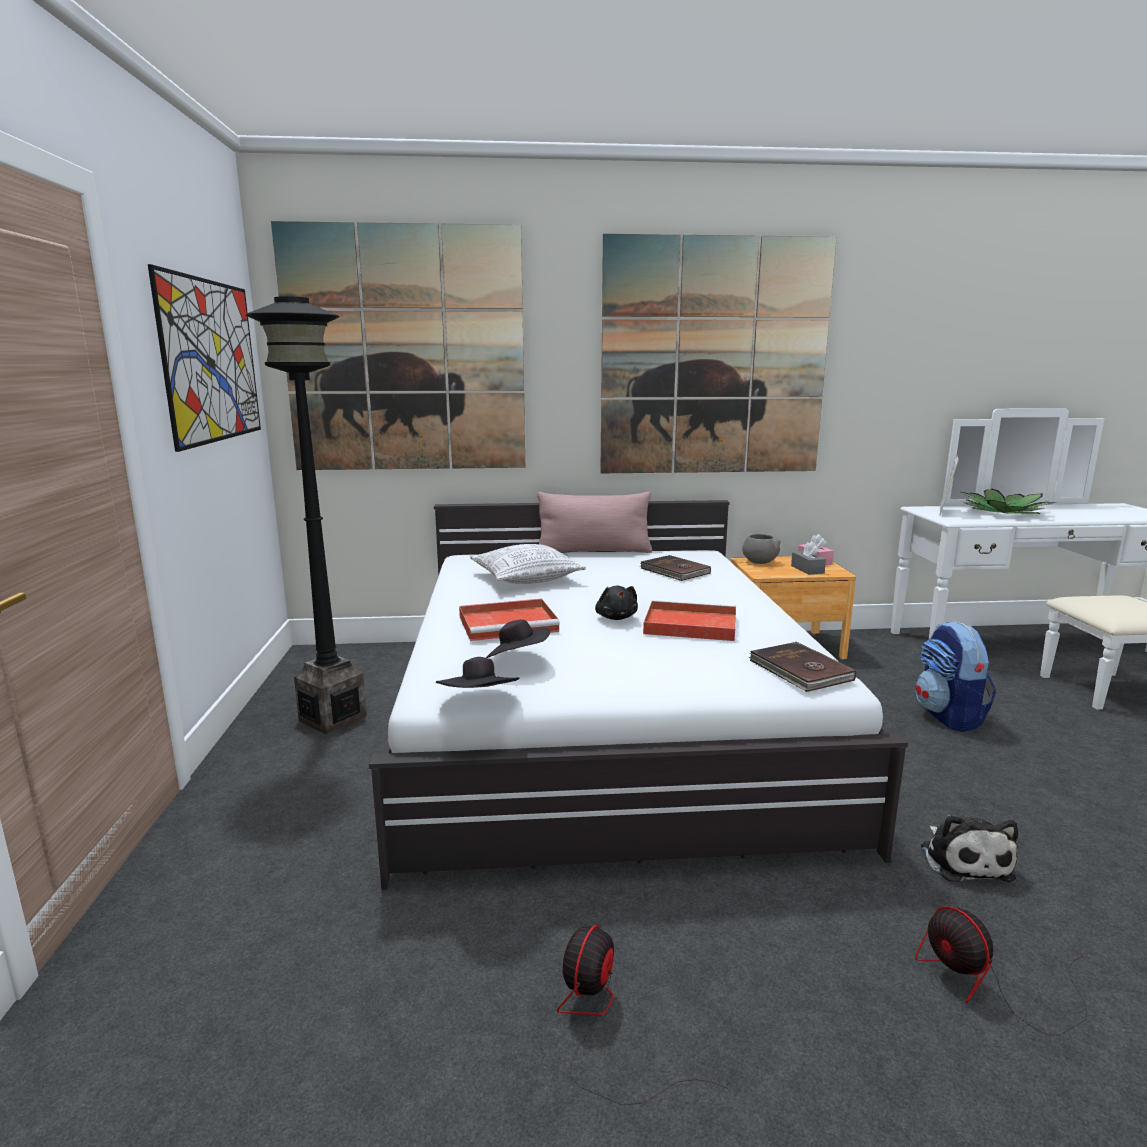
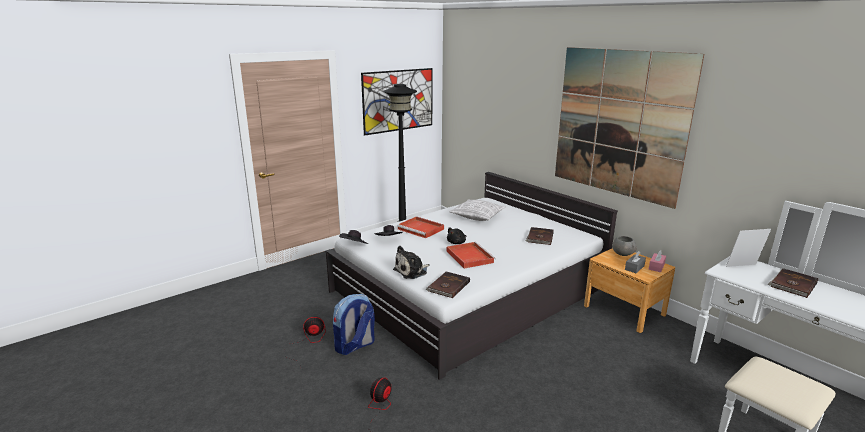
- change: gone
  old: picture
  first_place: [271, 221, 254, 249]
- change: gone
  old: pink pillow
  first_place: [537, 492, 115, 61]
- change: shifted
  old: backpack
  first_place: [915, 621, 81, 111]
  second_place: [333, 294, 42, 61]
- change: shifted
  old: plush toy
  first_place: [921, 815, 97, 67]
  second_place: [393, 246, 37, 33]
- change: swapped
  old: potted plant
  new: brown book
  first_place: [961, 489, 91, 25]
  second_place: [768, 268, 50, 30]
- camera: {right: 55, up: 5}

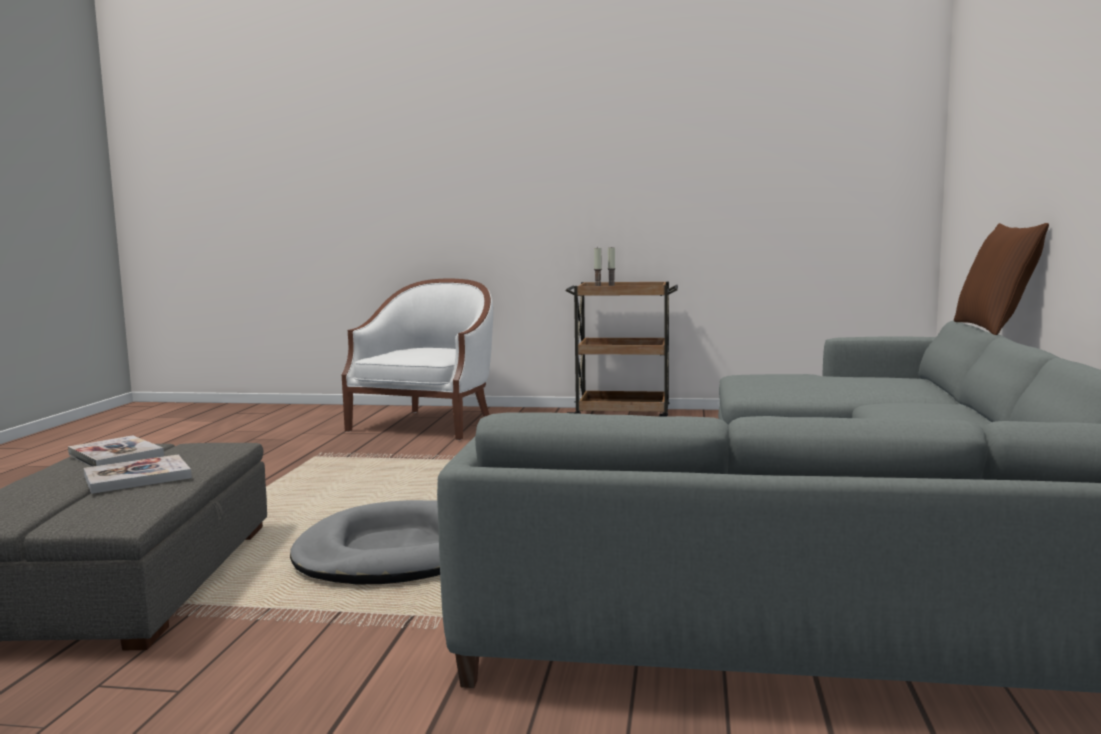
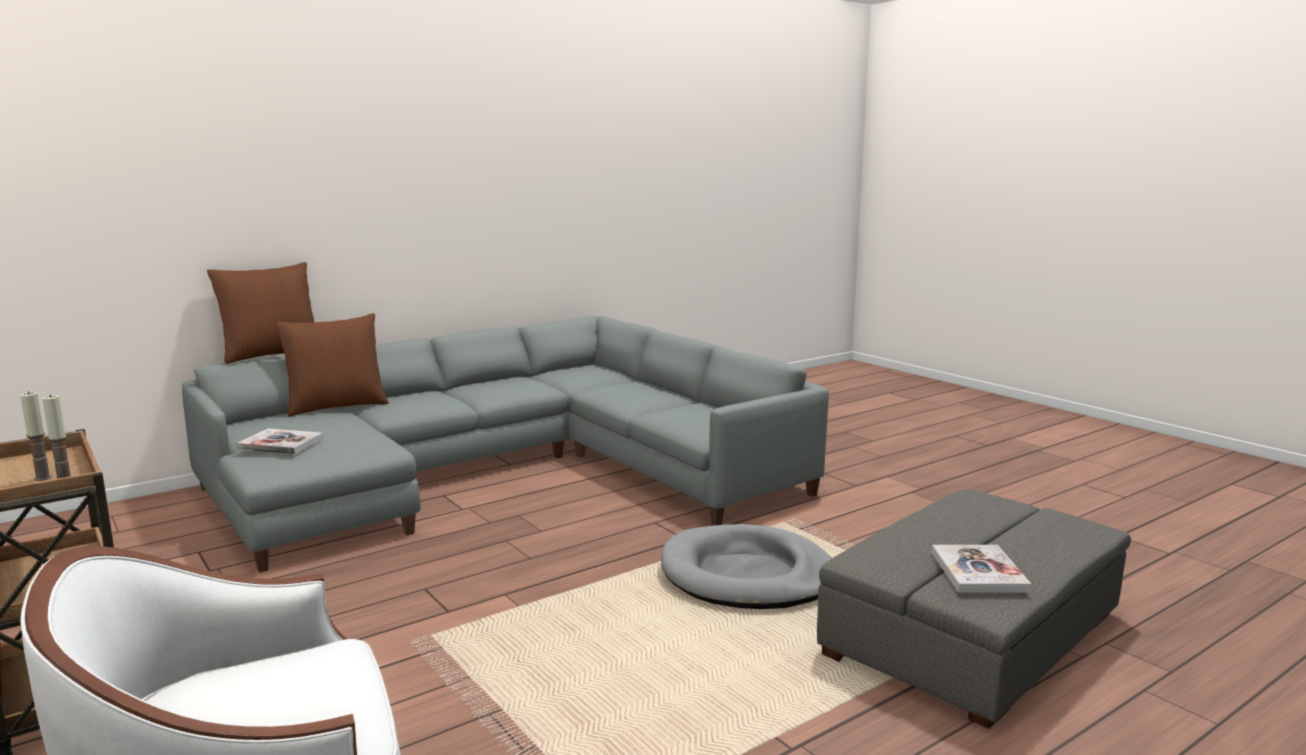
- change: shifted
  old: book
  first_place: [84, 455, 108, 39]
  second_place: [236, 429, 88, 26]
- change: new
  new: brown pillow
  second_place: [275, 313, 114, 103]
- camera: {right: -135, up: 5}

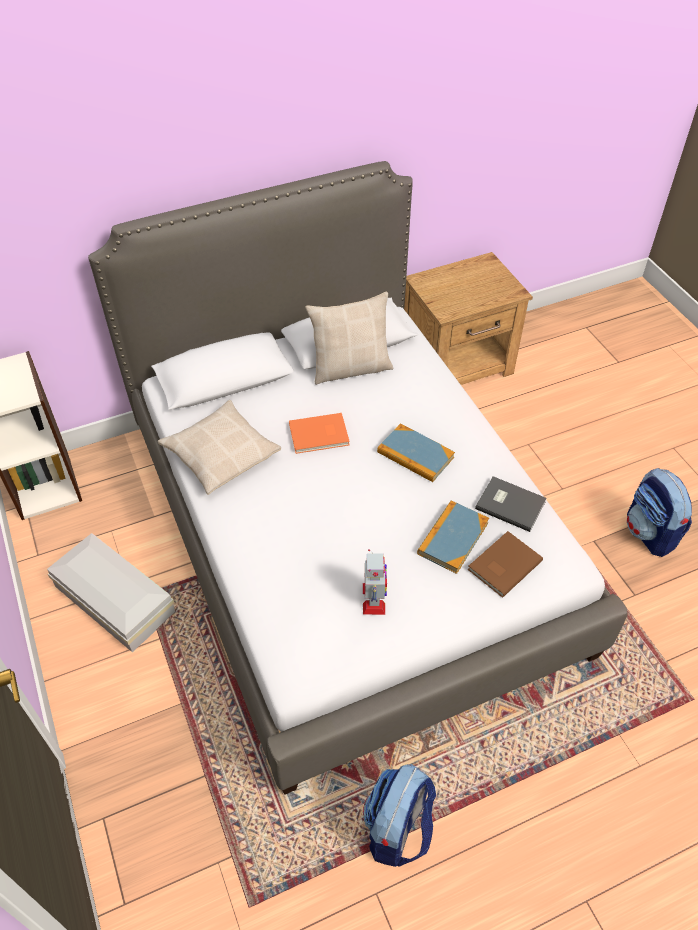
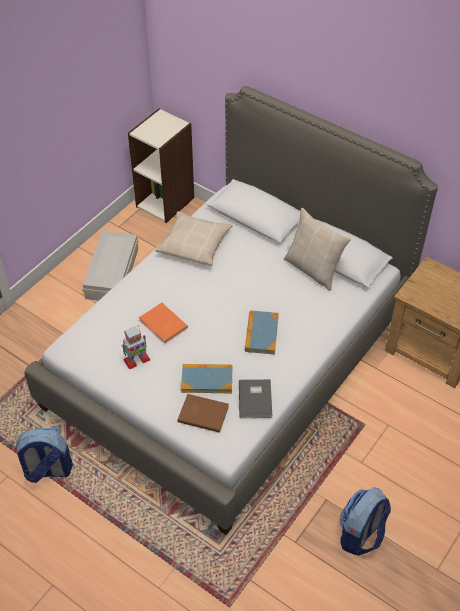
- change: shifted
  old: orange book
  first_place: [289, 413, 61, 41]
  second_place: [139, 303, 49, 41]
- camera: {right: 60, up: 0}

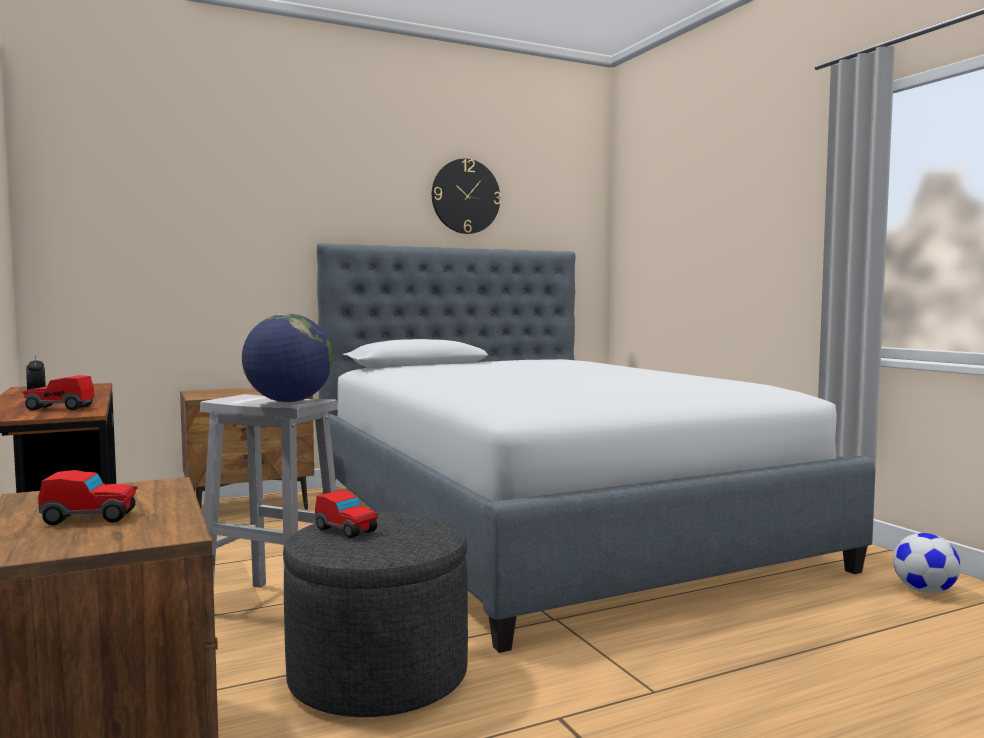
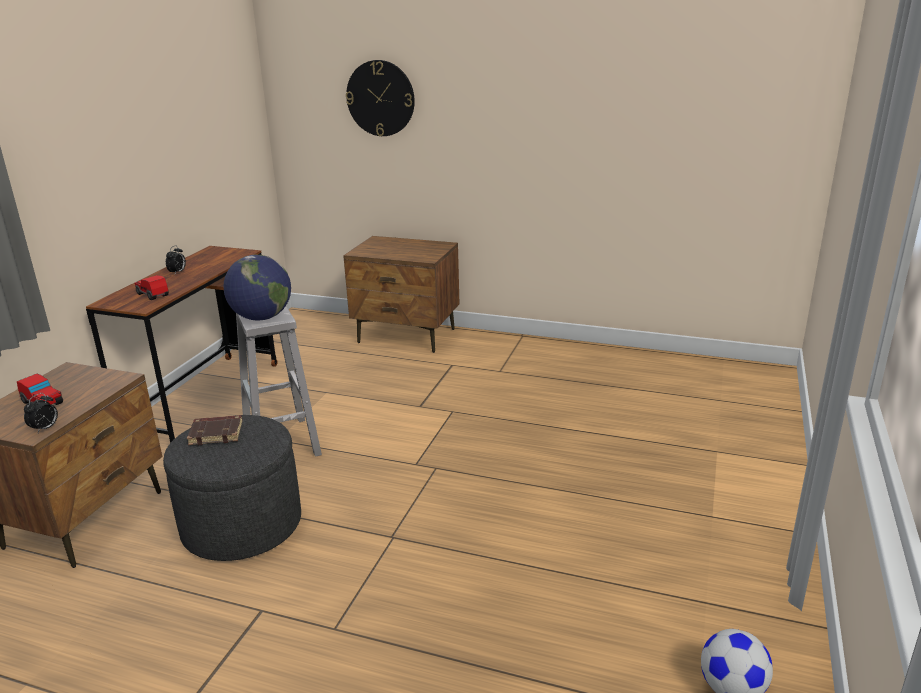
- change: swapped
  old: toy car
  new: brown book
  first_place: [315, 490, 63, 48]
  second_place: [187, 415, 55, 30]
- change: gone
  old: bed
  first_place: [317, 243, 558, 410]
- change: shifted
  old: wall clock
  first_place: [432, 159, 69, 75]
  second_place: [346, 60, 69, 76]
- change: new
  new: alarm clock
  second_place: [24, 393, 34, 40]
- camera: {right: 45, up: 20}

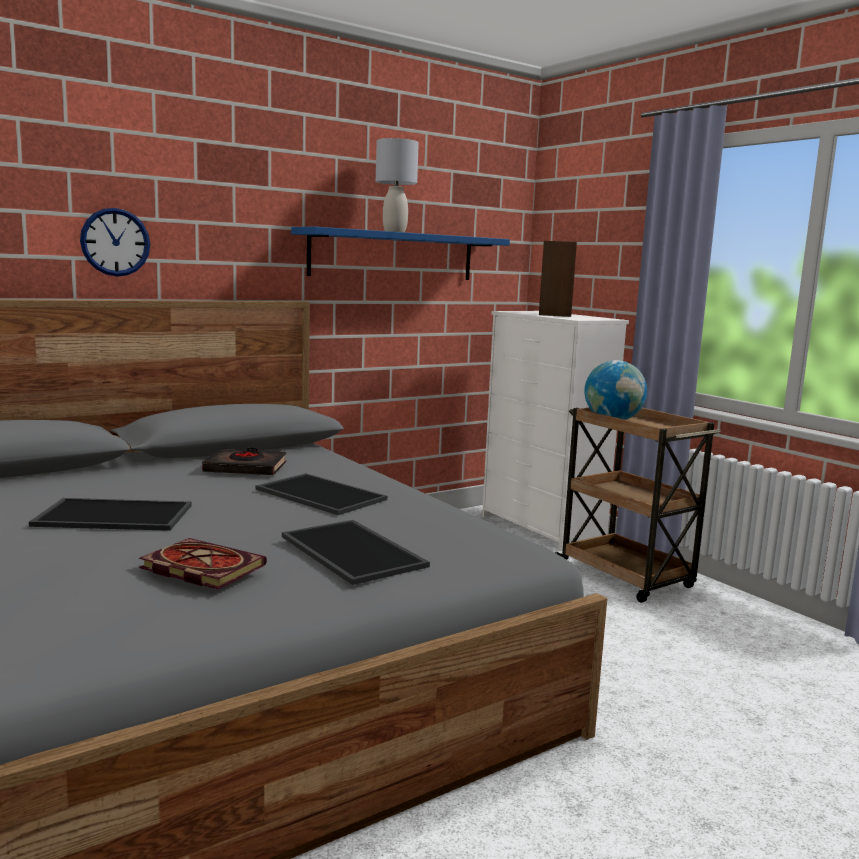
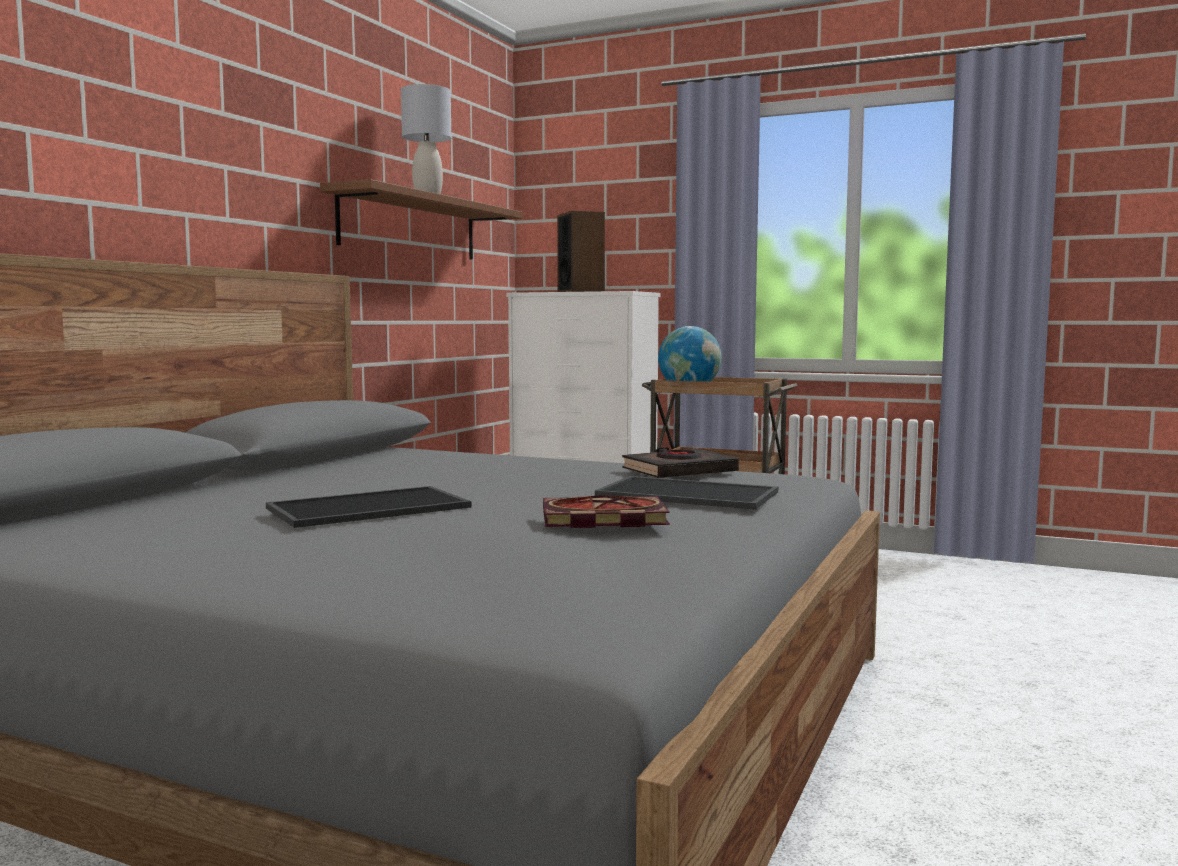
- change: gone
  old: wall clock
  first_place: [80, 208, 70, 69]
- change: shifted
  old: black book
  first_place: [202, 448, 84, 27]
  second_place: [622, 447, 117, 31]
- change: gone
  old: tray
  first_place: [256, 473, 131, 42]
- change: repainted
  old: blue shelf
  new: brown shelf
  first_place: [291, 226, 219, 54]
  second_place: [320, 179, 203, 81]
- camera: {right: -30, up: -5}

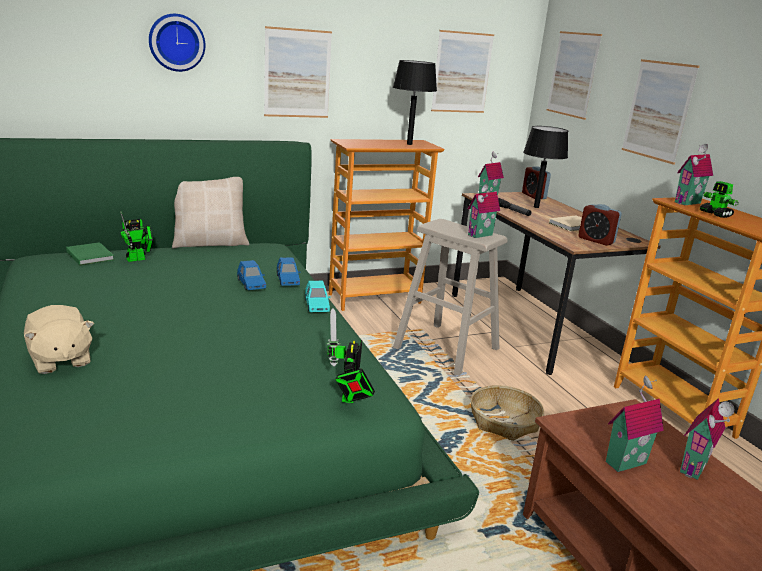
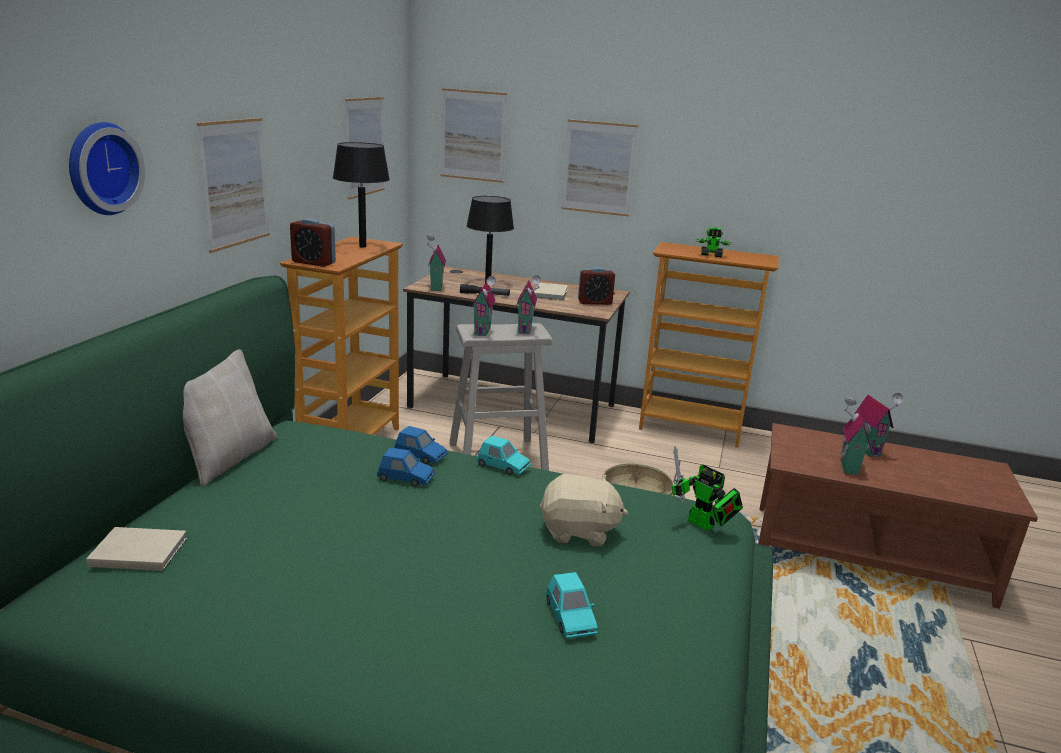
- change: shifted
  old: beige plush toy
  first_place: [24, 305, 70, 69]
  second_place: [540, 474, 88, 72]
- change: repainted
  old: green book
  new: beige book
  first_place: [66, 242, 48, 24]
  second_place: [86, 527, 101, 44]
- change: gone
  old: toy robot
  first_place: [120, 211, 33, 51]
- change: shifted
  old: alarm clock
  first_place: [522, 166, 29, 33]
  second_place: [290, 218, 46, 49]
- change: shifted
  old: toy house
  first_place: [675, 144, 38, 61]
  second_place: [471, 276, 25, 60]
- change: new
  new: turquoise toy car
  second_place: [546, 572, 52, 67]
- camera: {right: -50, up: 0}

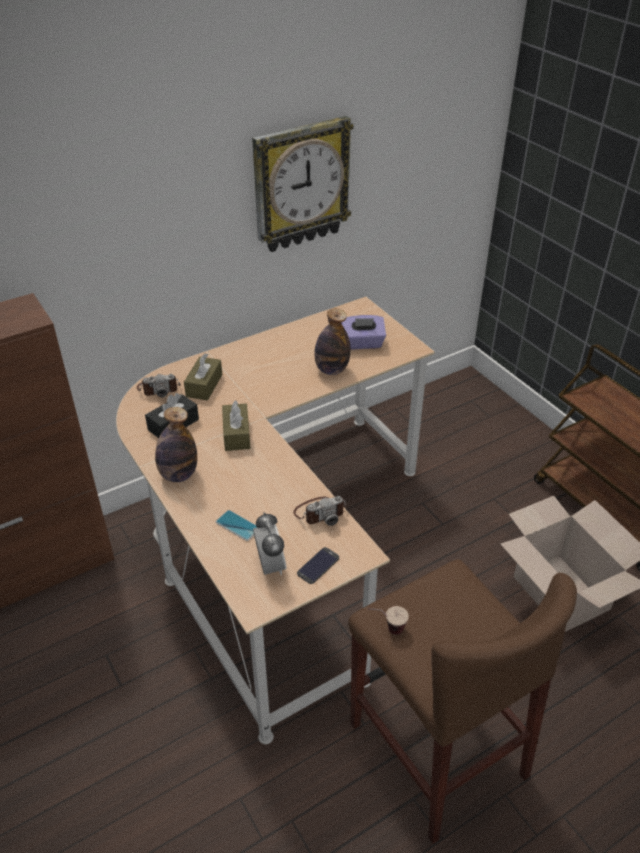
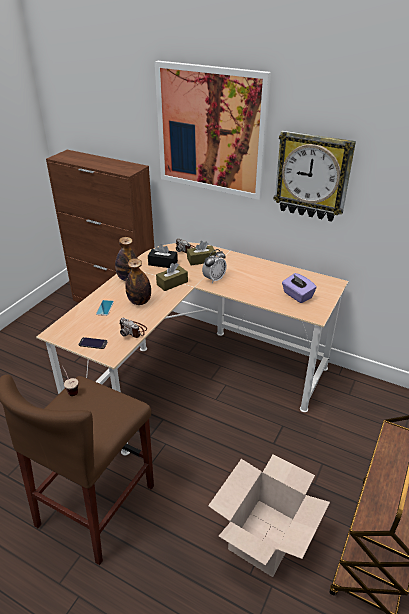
- change: shifted
  old: alarm clock
  first_place: [253, 512, 34, 63]
  second_place: [202, 249, 25, 35]
- change: shifted
  old: bottle
  first_place: [315, 308, 35, 67]
  second_place: [125, 258, 26, 47]
- change: new
  new: picture
  second_place: [155, 61, 116, 139]
- camera: {right: 60, up: -5}

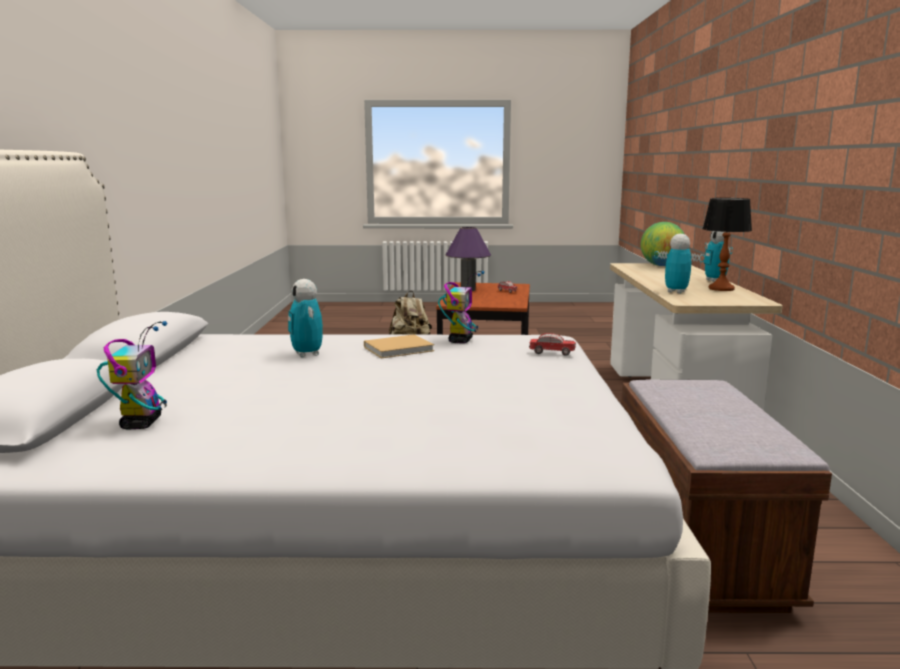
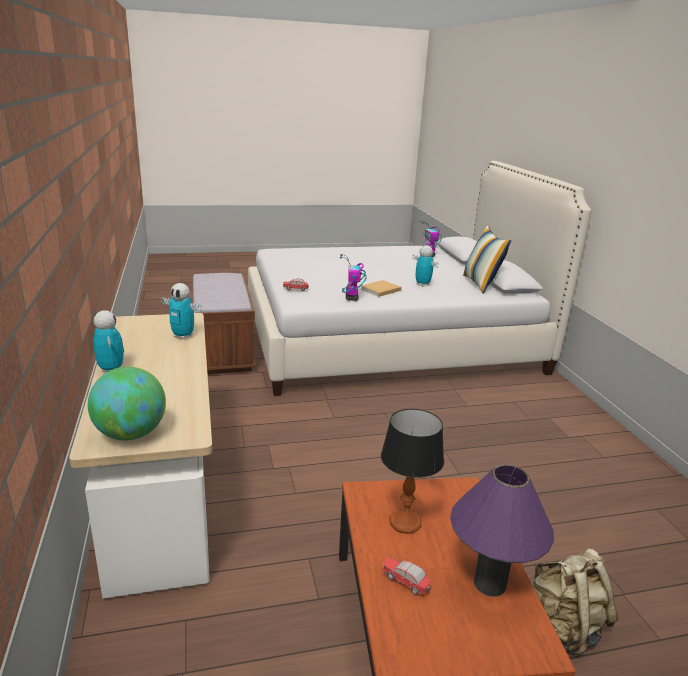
- change: shifted
  old: table lamp
  first_place: [703, 198, 49, 93]
  second_place: [381, 409, 63, 125]
- change: new
  new: pillow
  second_place: [463, 226, 48, 68]
- camera: {right: 165, up: 10}

